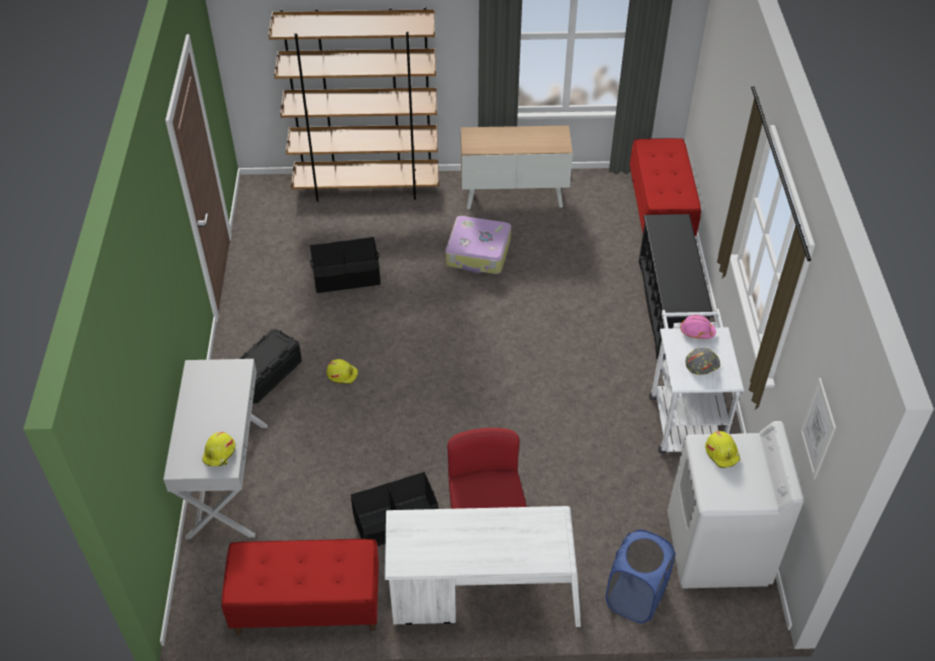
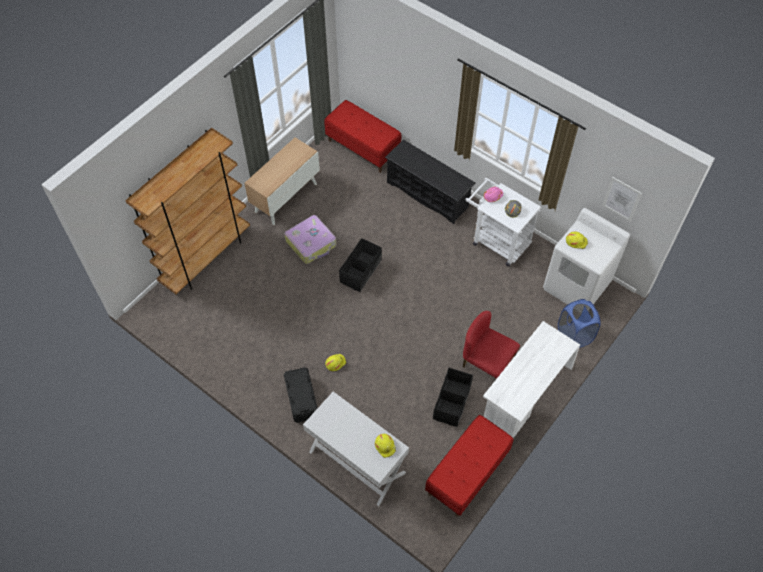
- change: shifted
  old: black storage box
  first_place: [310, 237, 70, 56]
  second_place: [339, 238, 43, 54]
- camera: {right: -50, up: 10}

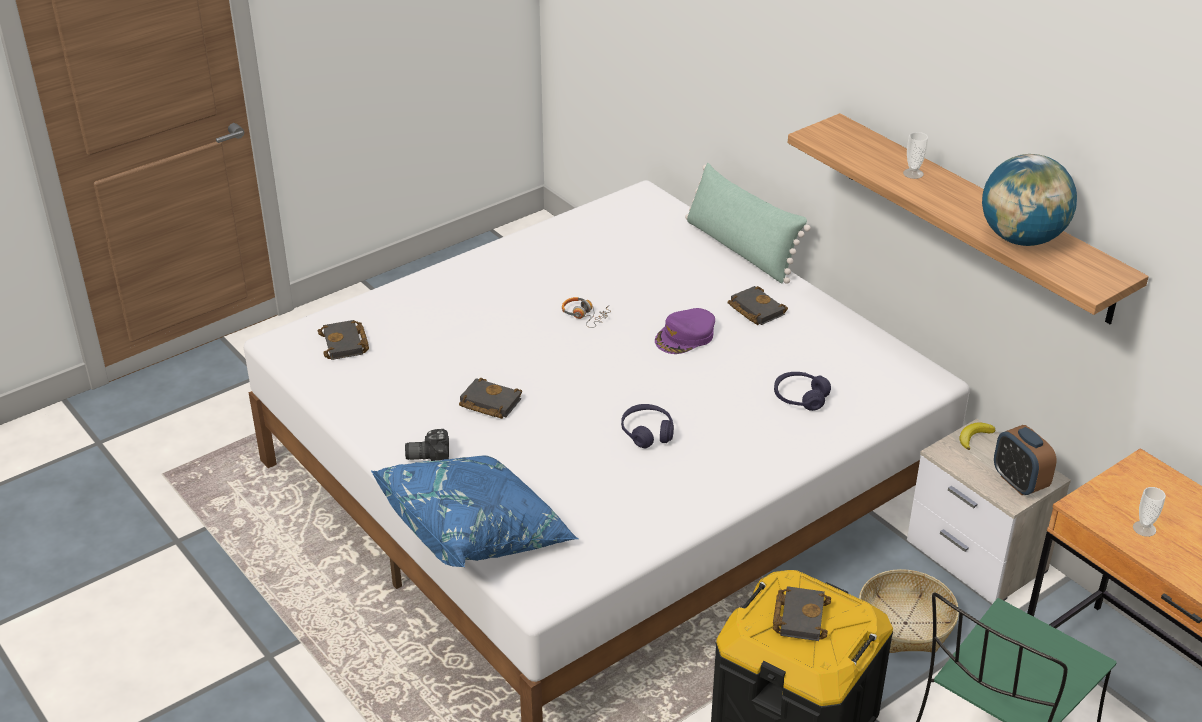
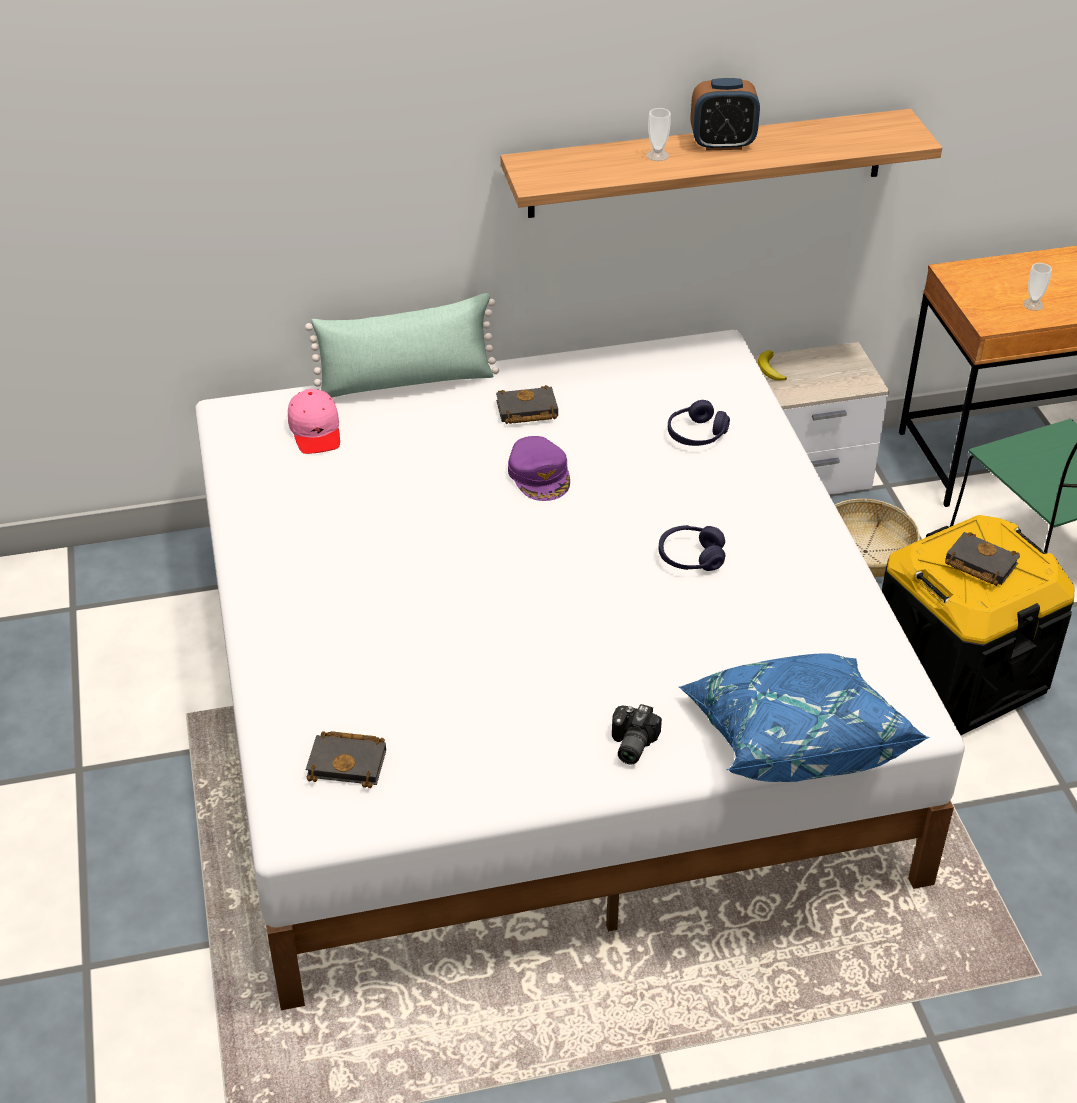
- change: gone
  old: black book
  first_place: [459, 378, 63, 41]
- change: gone
  old: headphones
  first_place: [562, 297, 49, 31]
- change: gone
  old: globe
  first_place: [982, 154, 95, 92]
- change: shifted
  old: alarm clock
  first_place: [994, 425, 63, 70]
  second_place: [691, 78, 69, 73]
- change: new
  new: pink cap
  second_place: [288, 389, 52, 65]
- camera: {right: -65, up: 5}

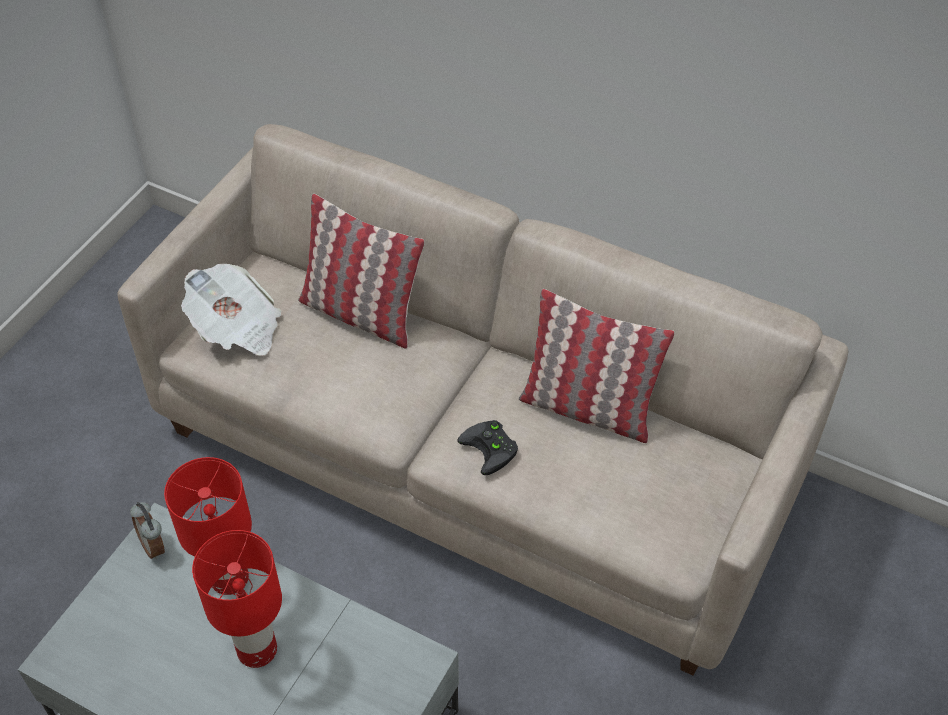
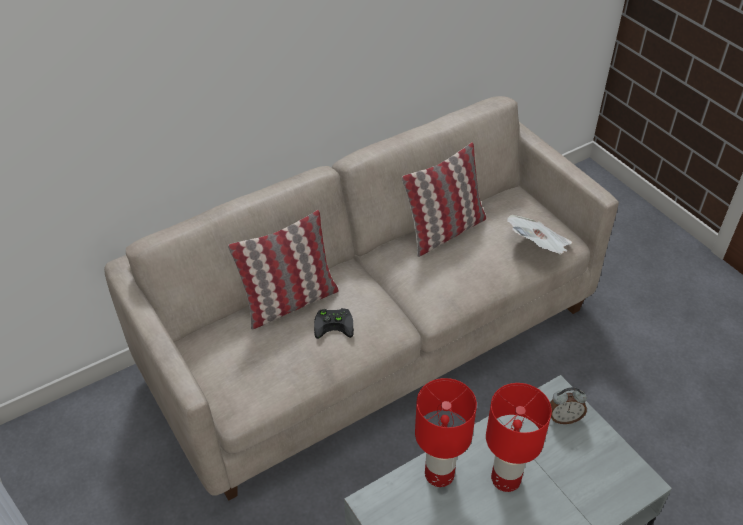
- change: shifted
  old: alarm clock
  first_place: [130, 502, 35, 57]
  second_place: [550, 387, 37, 37]
- change: shifted
  old: newspaper
  first_place: [181, 264, 101, 92]
  second_place: [507, 215, 65, 39]
- change: shifted
  old: black game controller
  first_place: [458, 420, 60, 55]
  second_place: [314, 308, 40, 31]
- camera: {right: -60, up: -5}

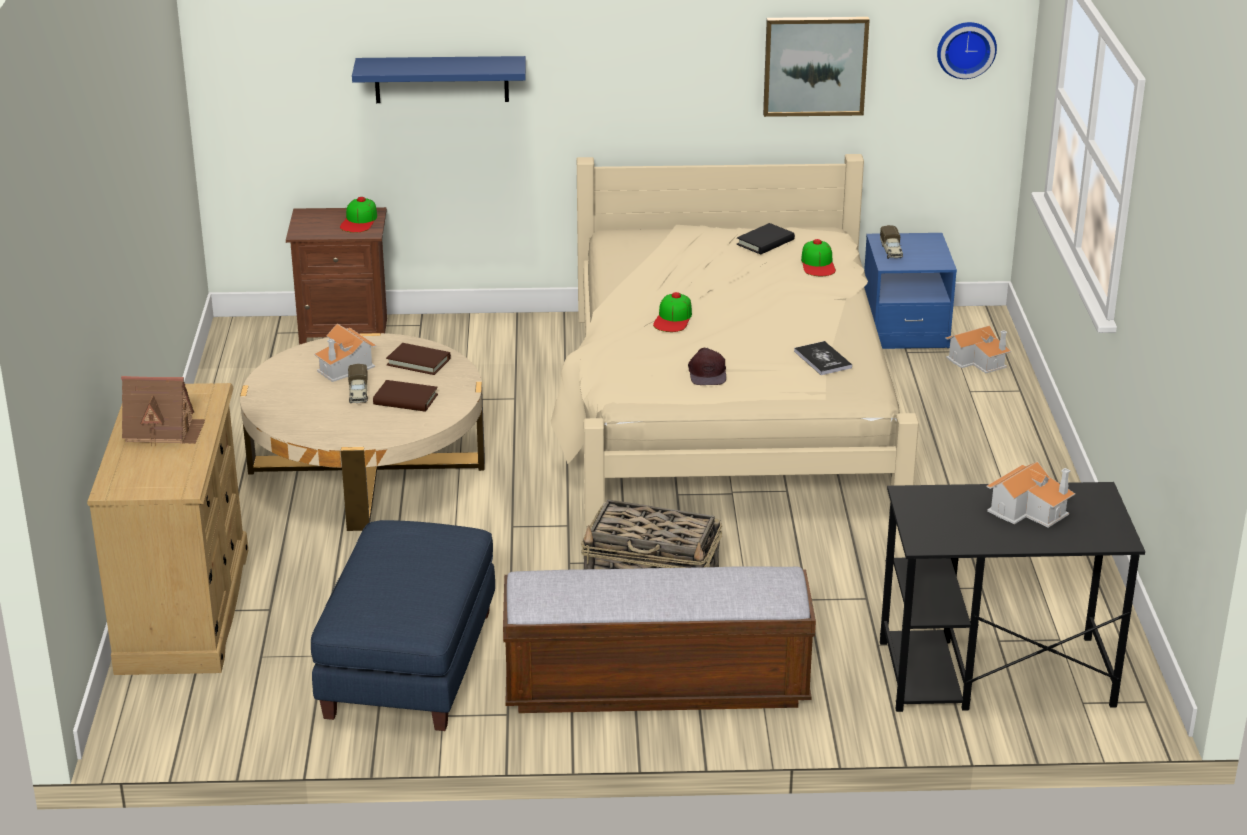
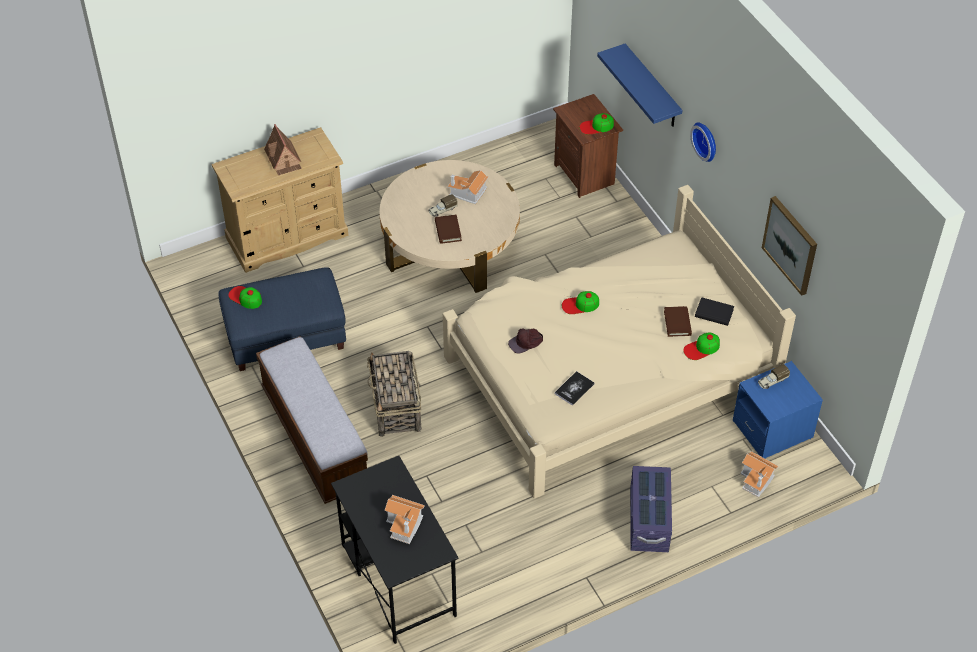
- change: shifted
  old: brown book
  first_place: [386, 343, 65, 32]
  second_place: [664, 306, 28, 31]
- change: shifted
  old: wall clock
  first_place: [937, 22, 60, 57]
  second_place: [690, 123, 26, 39]
- change: new
  new: cap
  second_place: [229, 286, 33, 23]
- change: new
  new: purple storage box
  second_place: [630, 466, 42, 86]
- camera: {right: 65, up: 20}

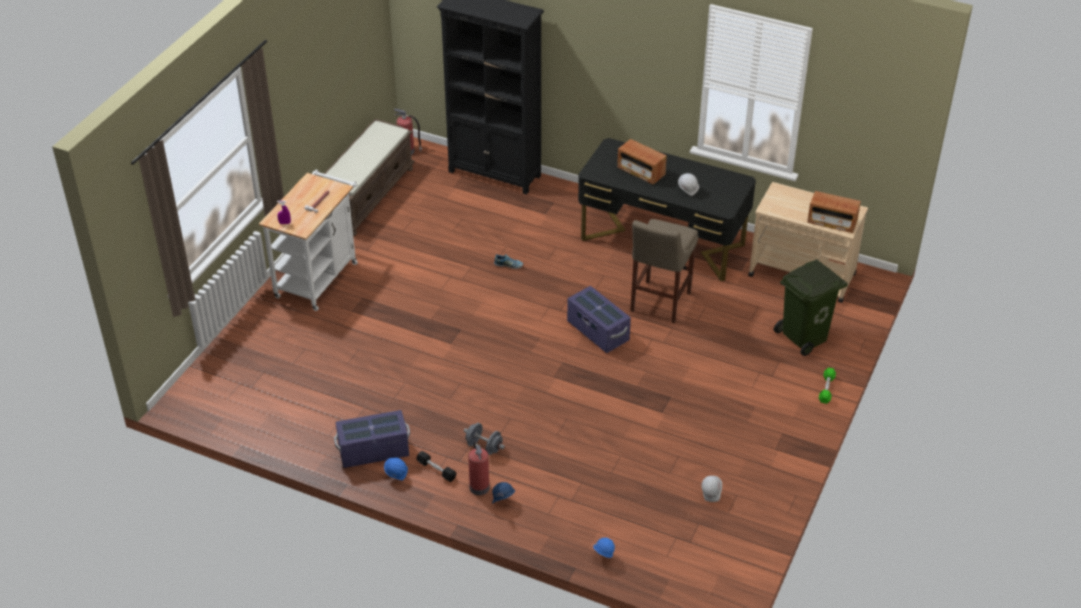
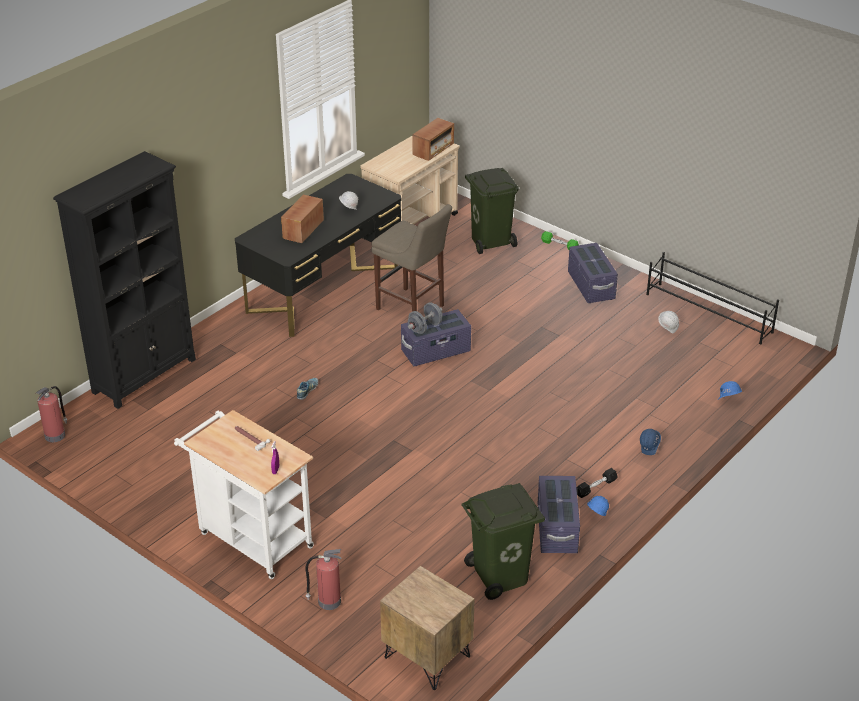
- change: gone
  old: brown bench
  first_place: [323, 119, 92, 117]
- change: shifted
  old: grey dumbbell
  first_place: [464, 423, 41, 32]
  second_place: [408, 302, 35, 32]
- change: shifted
  old: fire extinguisher
  first_place: [468, 441, 22, 54]
  second_place: [305, 549, 36, 61]
- change: rotated
  old: radio
  first_place: [617, 139, 50, 46]
  second_place: [281, 194, 43, 49]
  degrees: 150
- change: new
  new: brown nightstand
  second_place: [380, 566, 94, 124]
- change: new
  new: green trash can
  second_place: [461, 483, 84, 117]
- change: new
  new: purple storage box
  second_place: [568, 243, 50, 60]
- change: new
  new: black shoe rack
  second_place: [646, 252, 133, 92]
- camera: {right: -75, up: -5}

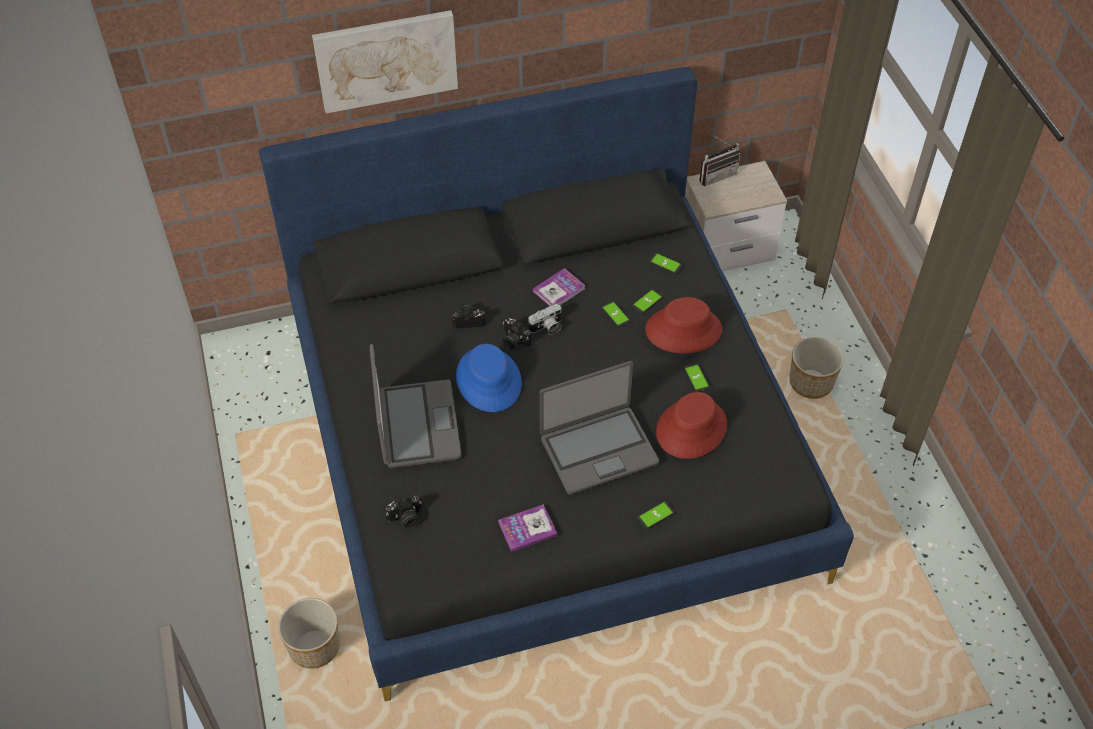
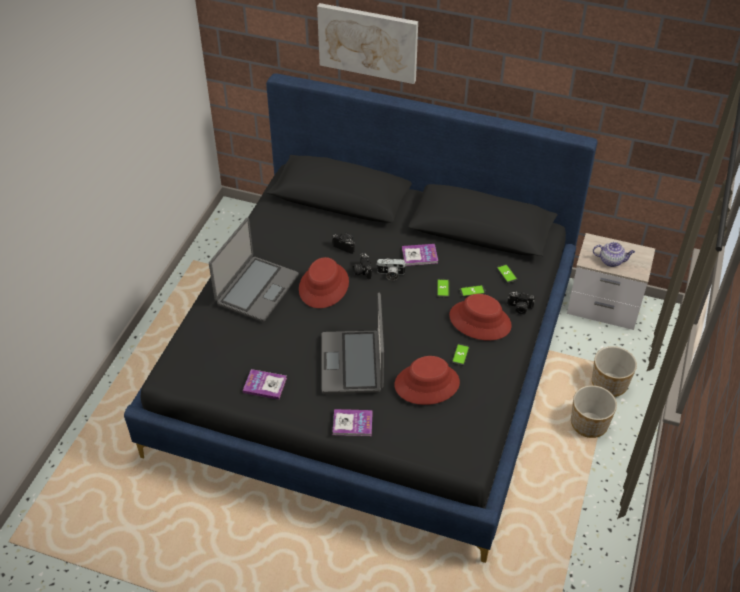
- change: shifted
  old: planter
  first_place: [278, 598, 62, 71]
  second_place: [592, 346, 45, 51]
- change: shifted
  old: photo camera
  first_place: [385, 496, 37, 32]
  second_place: [507, 292, 28, 23]
- change: repainted
  old: blue hat
  new: red hat
  first_place: [456, 344, 66, 68]
  second_place: [299, 257, 50, 51]
- change: rotated
  old: laptop
  first_place: [540, 361, 119, 134]
  second_place: [321, 292, 63, 102]
  degrees: 75
- change: swapped
  old: phone
  new: book
  first_place: [637, 501, 38, 28]
  second_place: [332, 409, 41, 27]
- change: gone
  old: radio
  first_place: [699, 134, 42, 52]
- change: new
  new: teapot
  second_place: [593, 242, 42, 25]
- camera: {right: 35, up: -5}

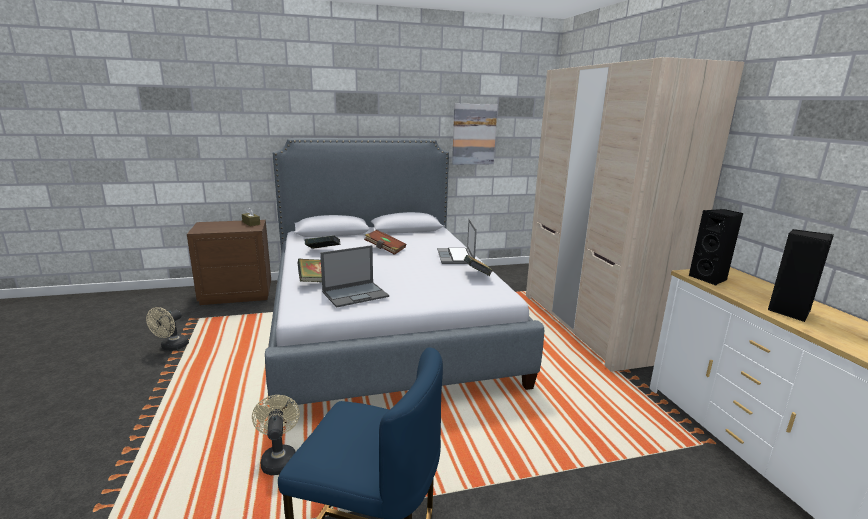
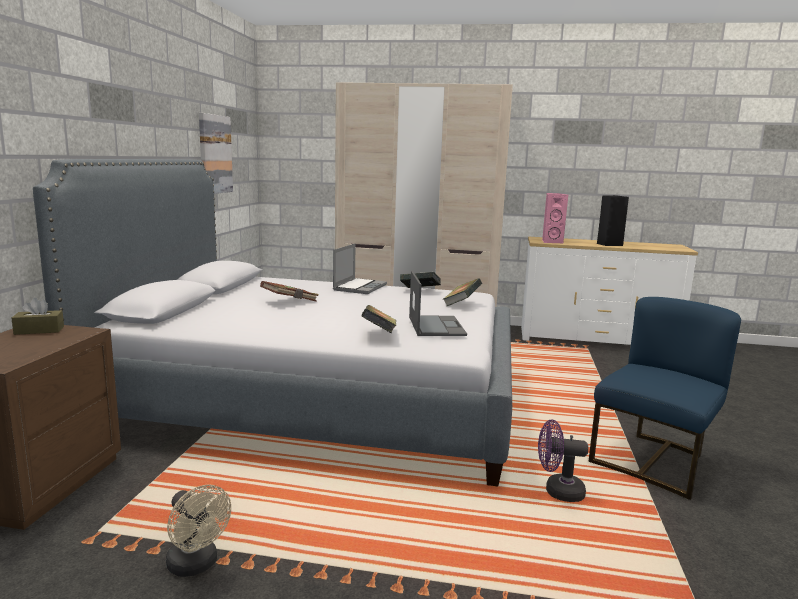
- change: repainted
  old: beige fan
  new: purple fan
  first_place: [252, 395, 48, 80]
  second_place: [538, 420, 50, 82]
- change: shifted
  old: book
  first_place: [305, 235, 36, 14]
  second_place: [444, 278, 38, 28]
- change: rotated
  old: laptop
  first_place: [437, 219, 40, 45]
  second_place: [333, 243, 54, 51]
  degrees: -90
- change: repainted
  old: black speaker
  new: pink speaker
  first_place: [689, 209, 54, 77]
  second_place: [542, 193, 26, 50]
- camera: {right: -65, up: -5}

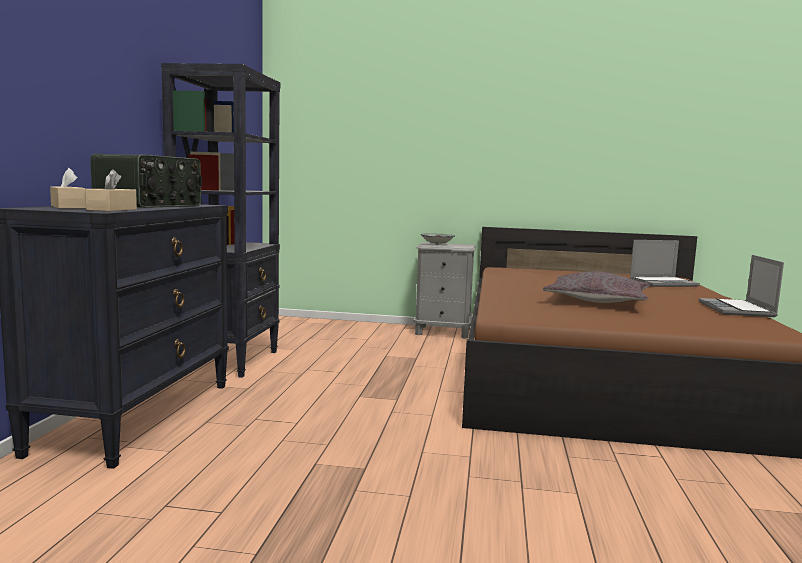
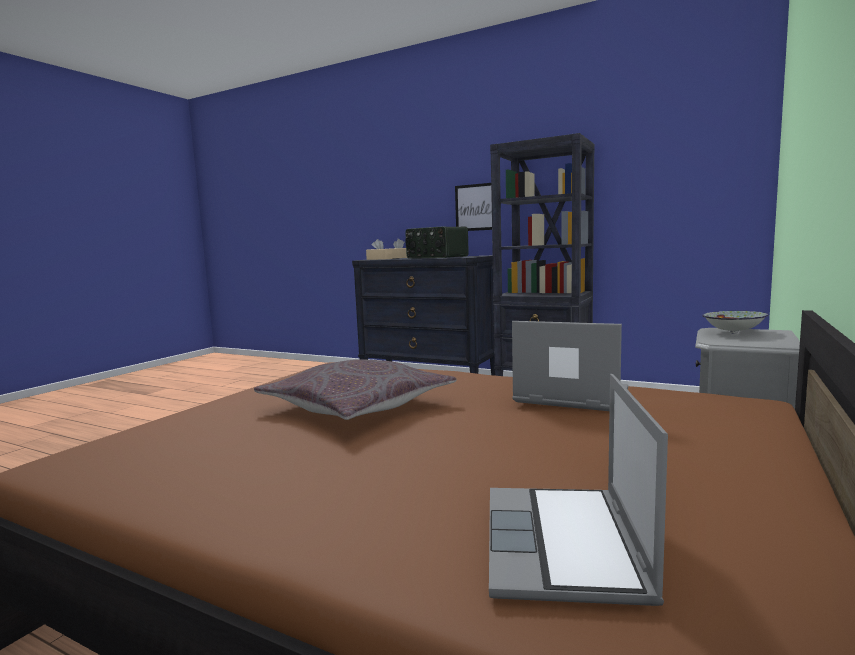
- change: shifted
  old: laptop
  first_place: [699, 255, 85, 62]
  second_place: [512, 321, 116, 90]
- change: new
  new: picture
  second_place: [455, 183, 37, 48]
- camera: {right: 110, up: 0}

